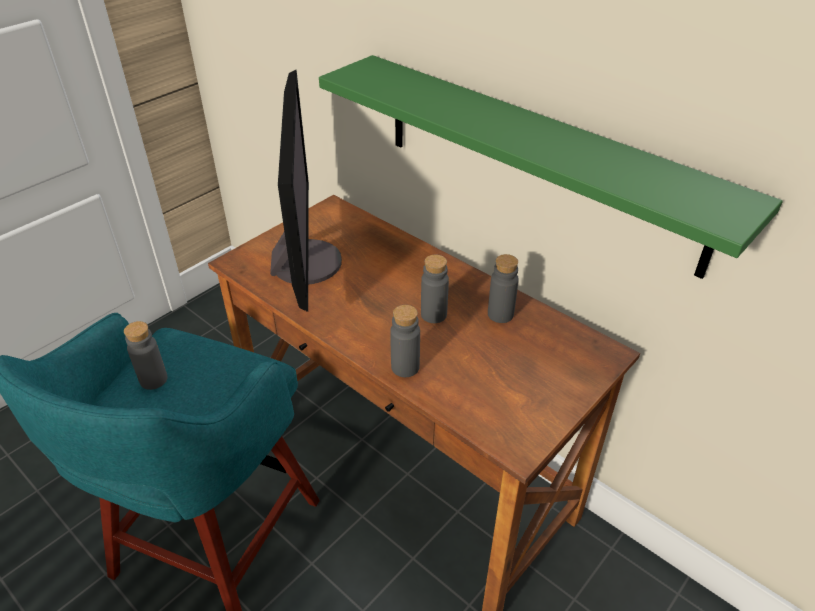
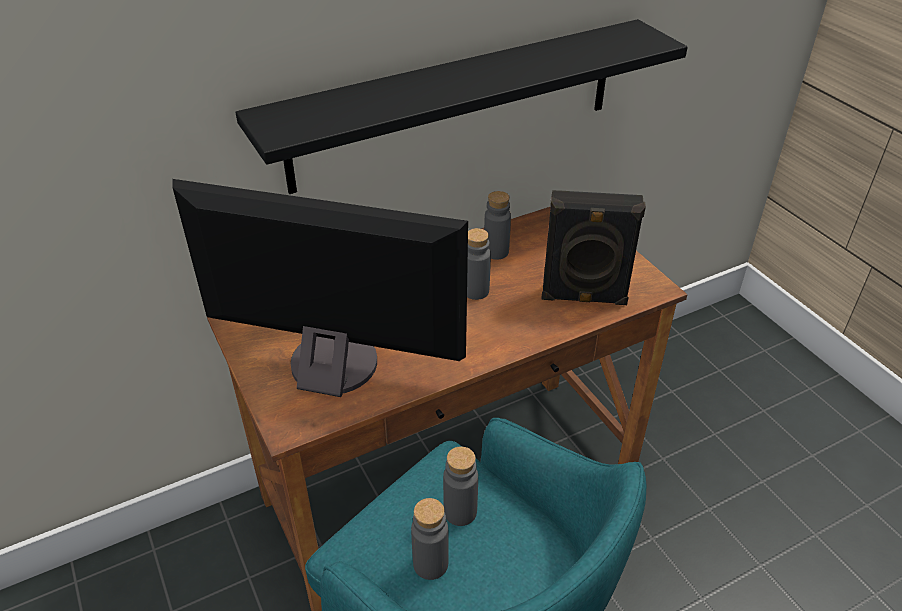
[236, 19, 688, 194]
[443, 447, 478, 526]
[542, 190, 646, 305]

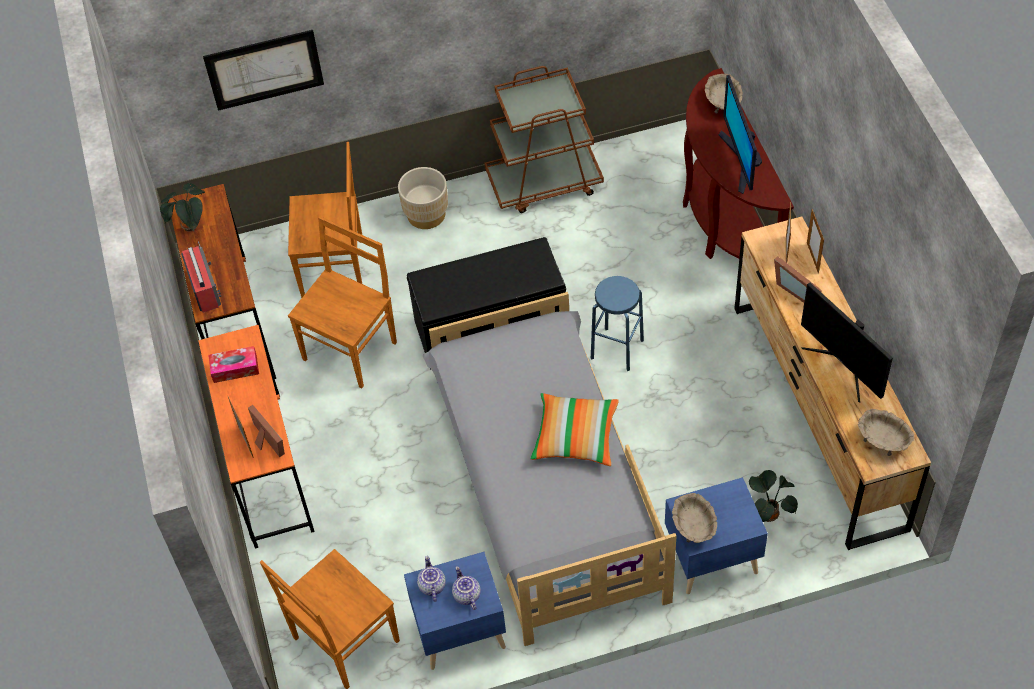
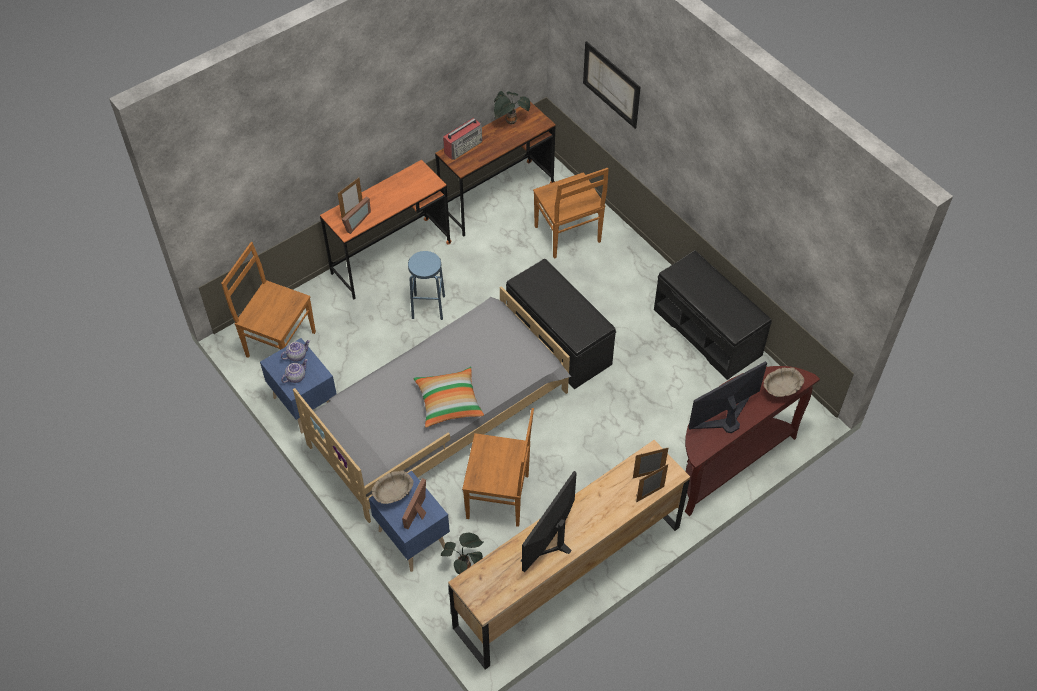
[654, 250, 772, 380]
[398, 167, 448, 229] (first image)
[462, 408, 534, 527]
[402, 478, 427, 529]
[408, 251, 445, 320]
[208, 346, 259, 383] (first image)
[858, 409, 915, 456] (first image)

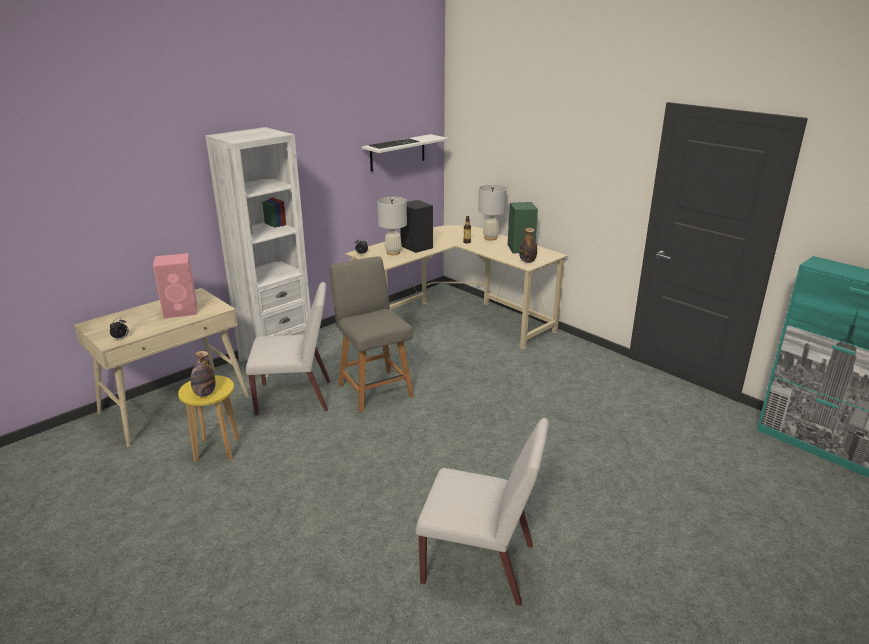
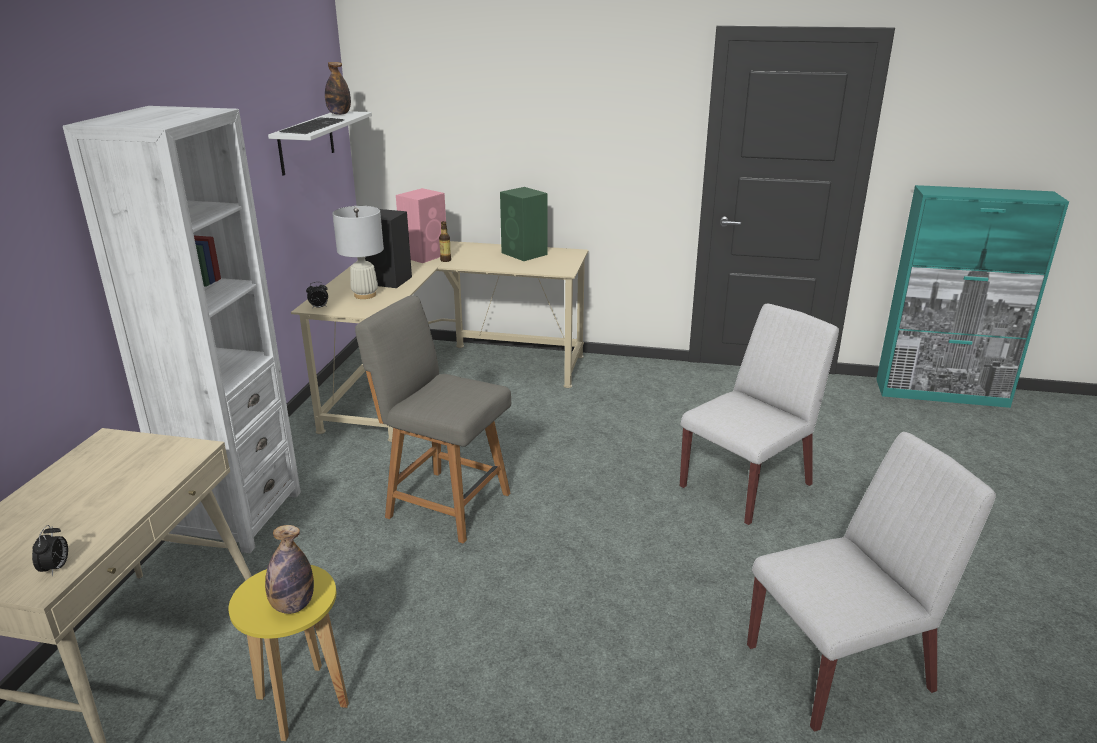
[478, 185, 507, 241] (first image)
[325, 62, 351, 115]
[396, 188, 446, 263]
[680, 304, 839, 525]

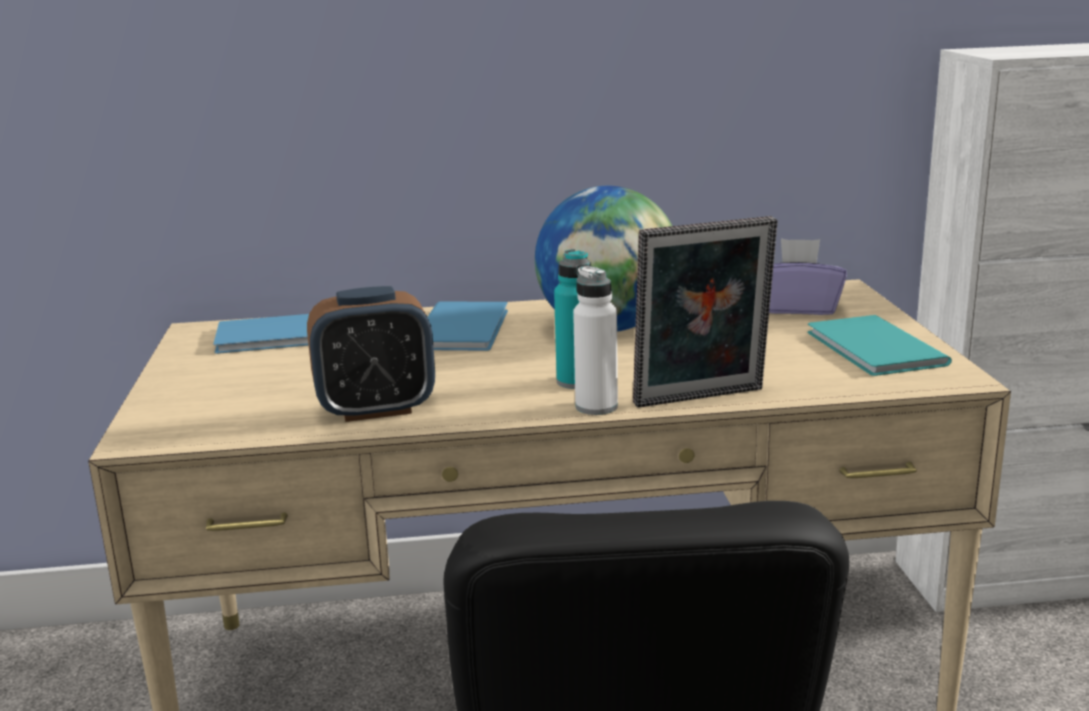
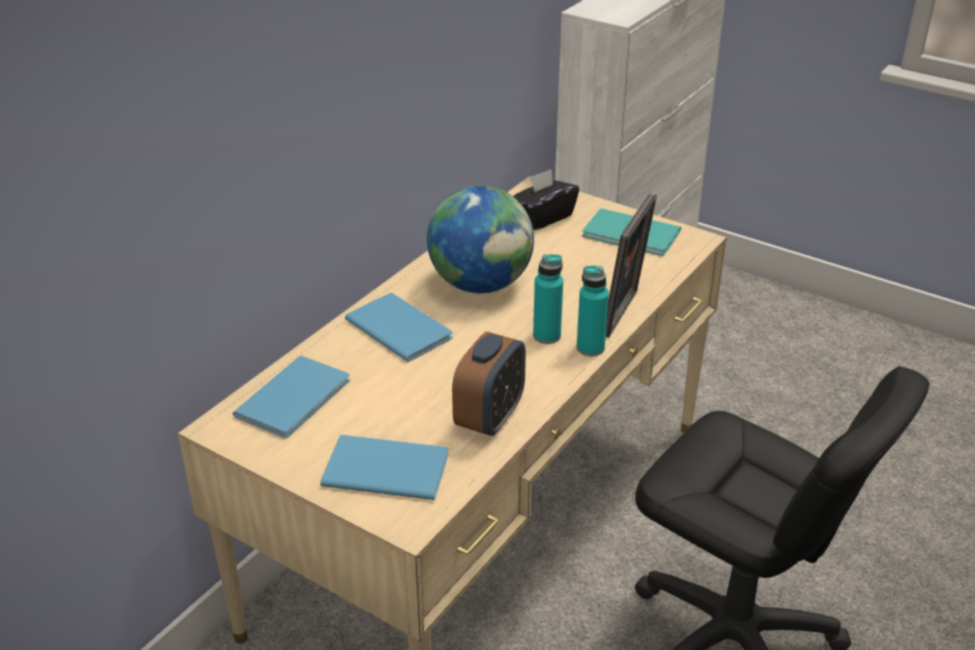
[513, 169, 579, 230]
[577, 266, 609, 356]
[320, 435, 449, 500]

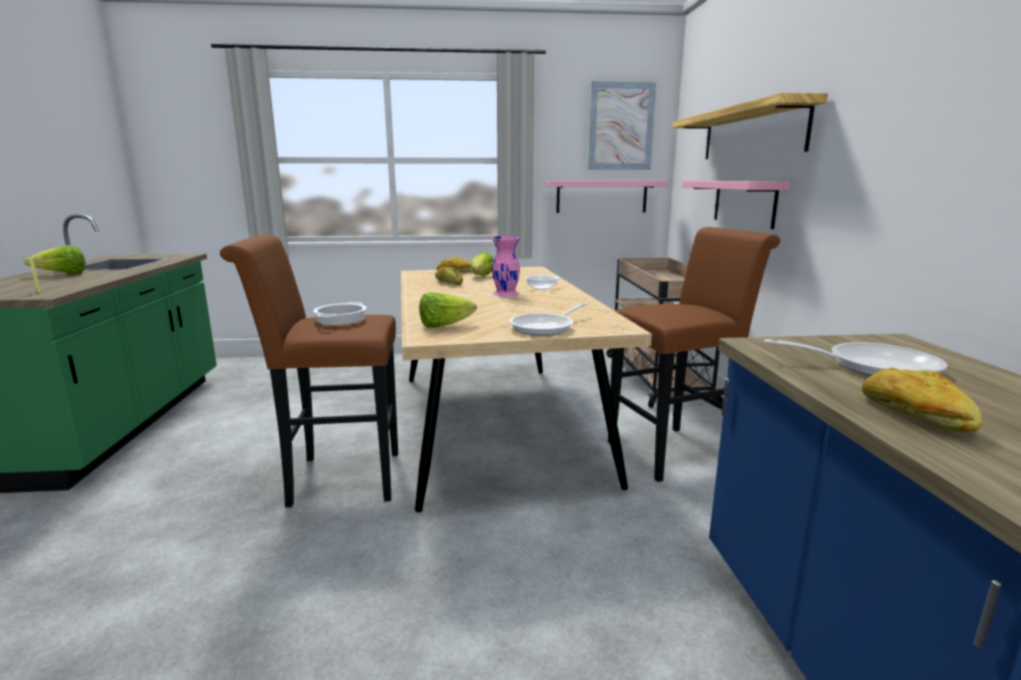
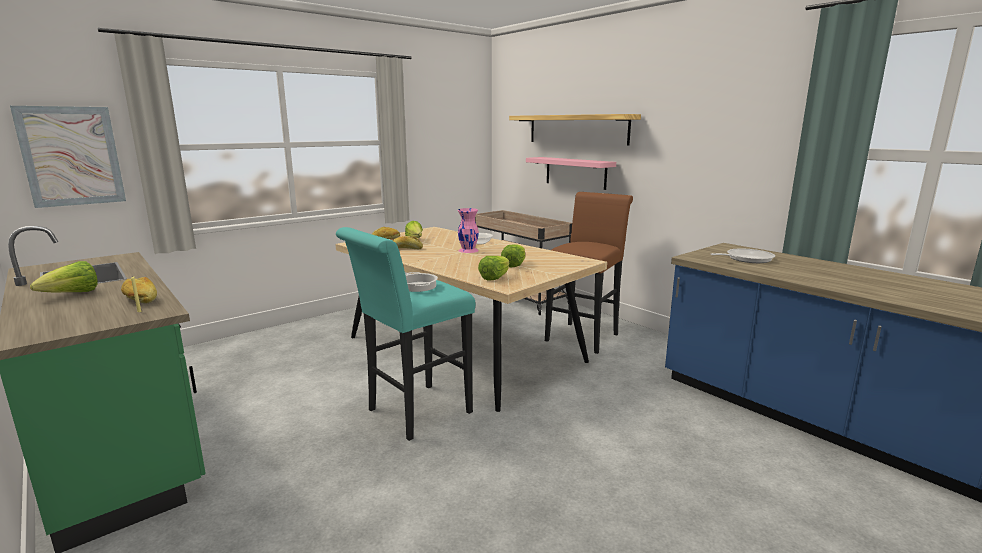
[10, 106, 126, 208]
[545, 181, 668, 213] (first image)
[336, 227, 475, 441]
[510, 302, 589, 336] (first image)
[121, 277, 157, 303]
[501, 244, 525, 268]

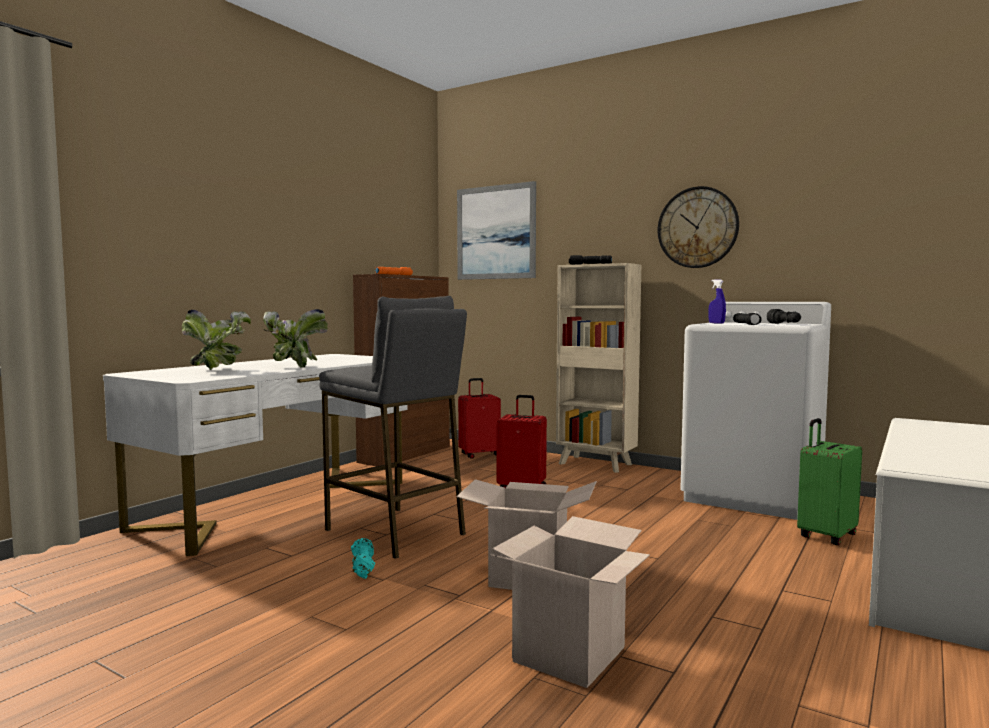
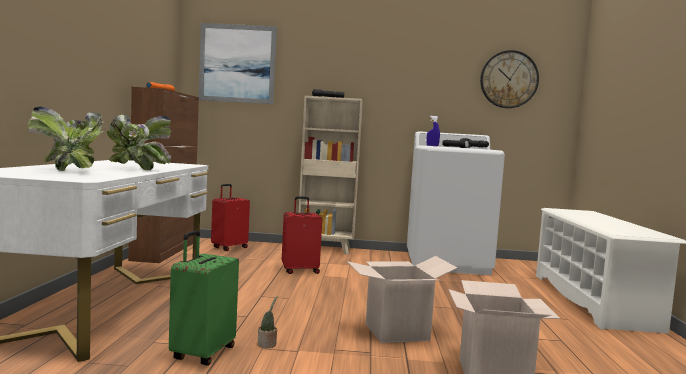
[480, 50, 539, 108]
[319, 296, 467, 559] (first image)
[169, 230, 239, 365]
[258, 296, 278, 348]

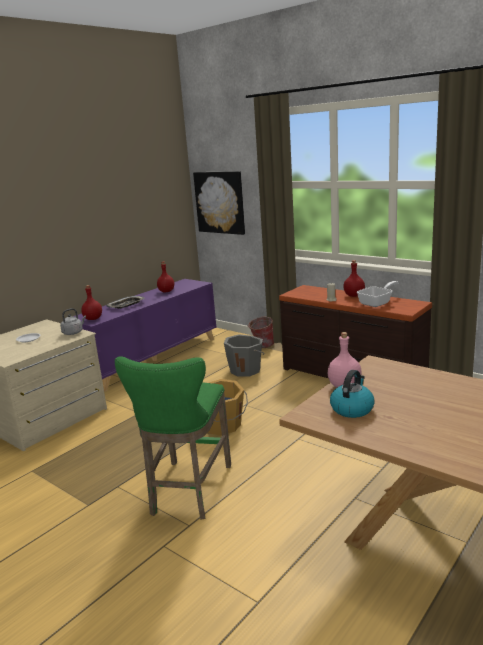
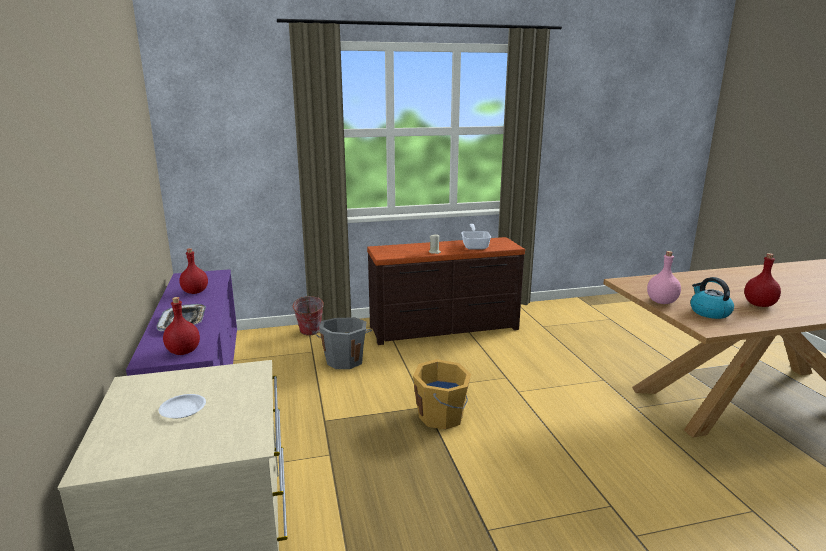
[193, 171, 245, 235] (first image)
[744, 253, 781, 307]
[60, 308, 86, 335] (first image)
[115, 356, 231, 520] (first image)

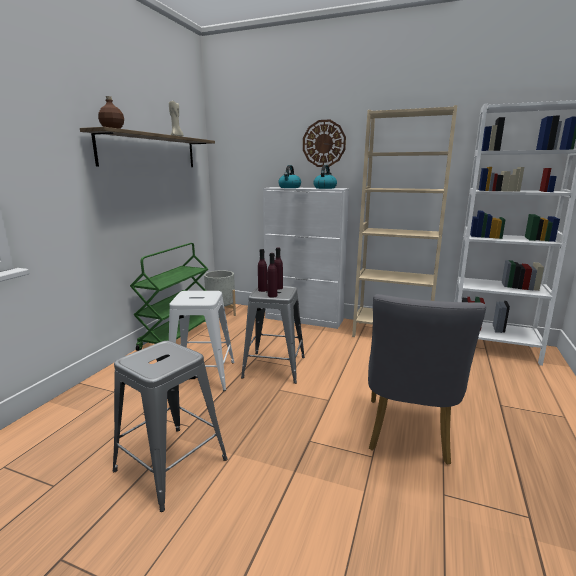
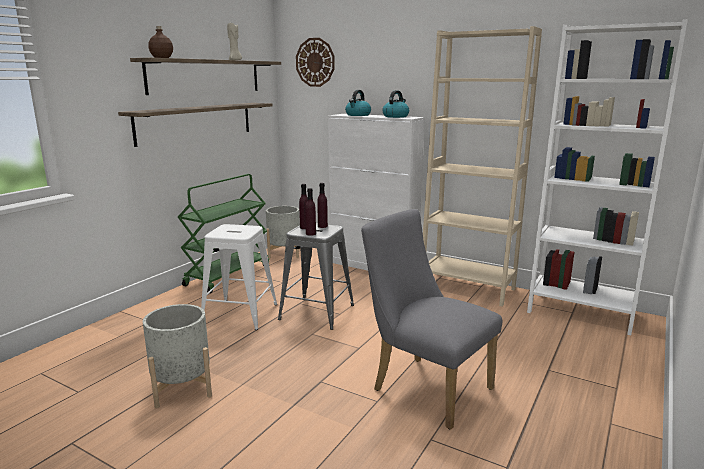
[296, 38, 335, 87]
[361, 209, 502, 430]
[143, 304, 212, 408]
[118, 103, 273, 147]

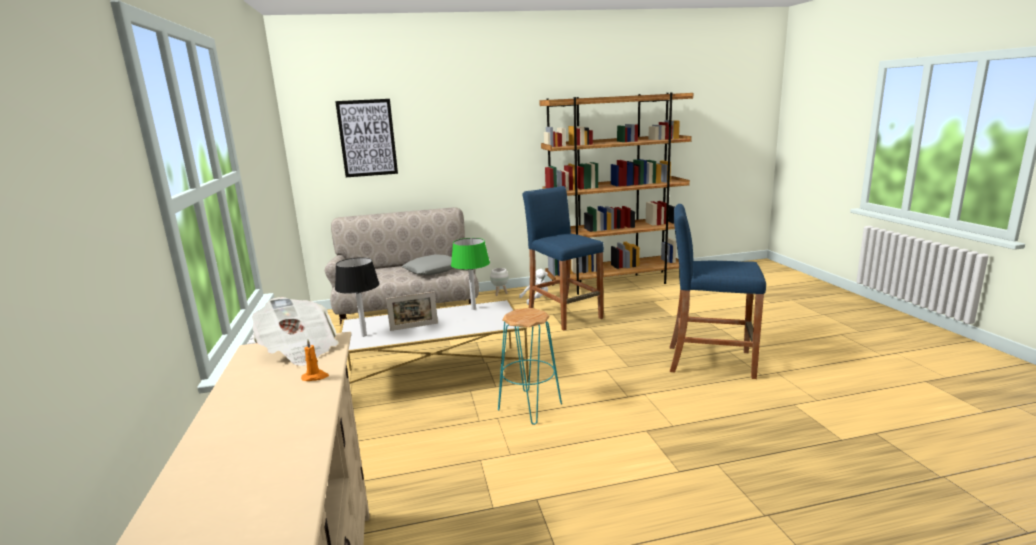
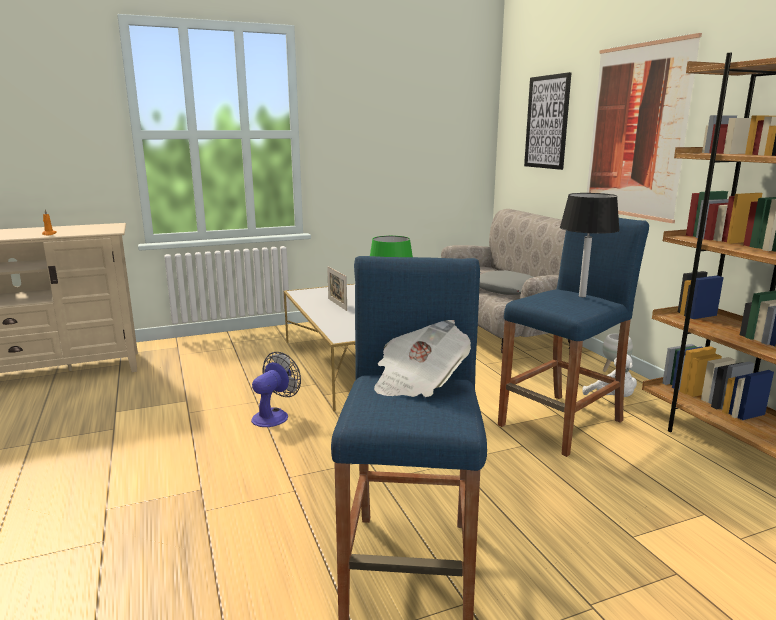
[560, 193, 620, 297]
[374, 320, 471, 397]
[251, 352, 301, 427]
[587, 33, 702, 223]

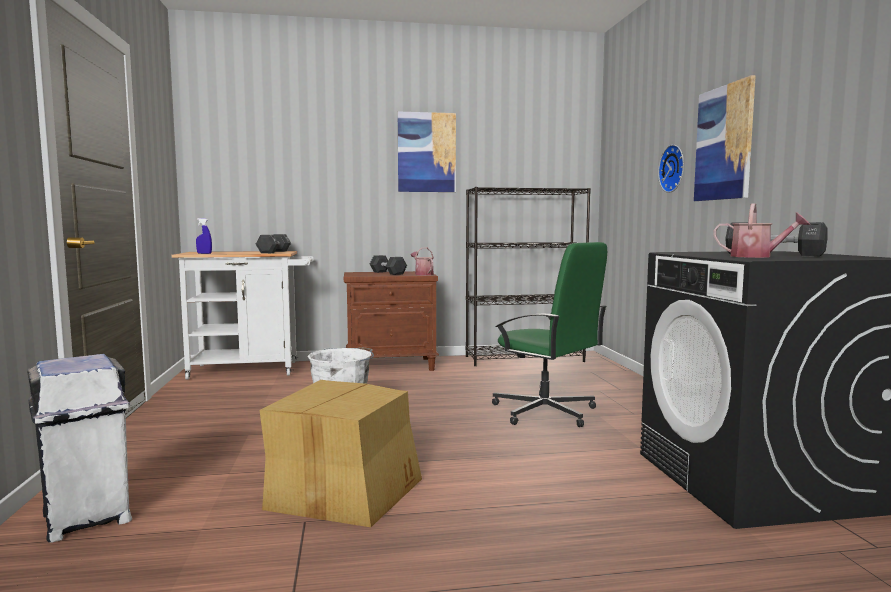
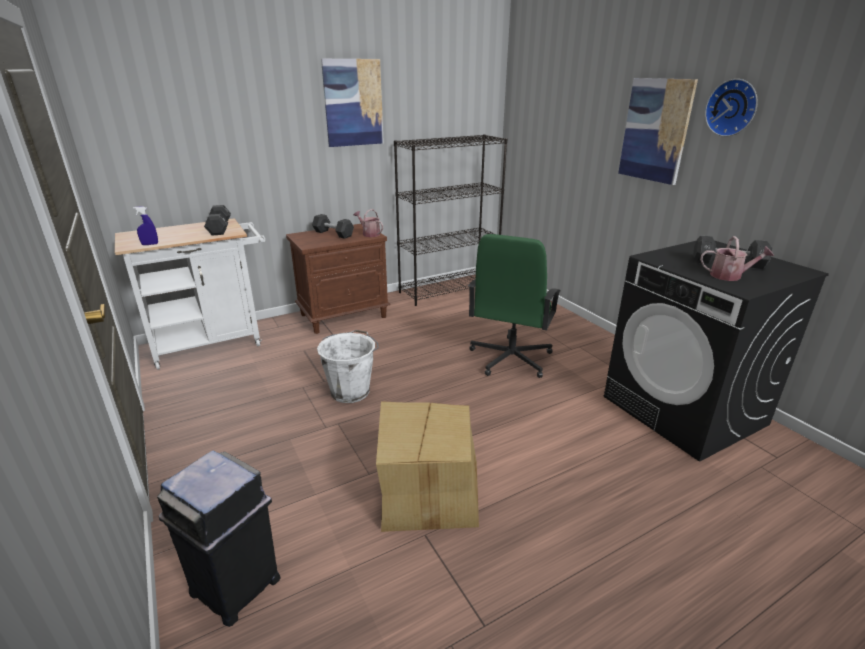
[705, 79, 758, 137]
[468, 234, 561, 378]
[157, 450, 280, 627]

